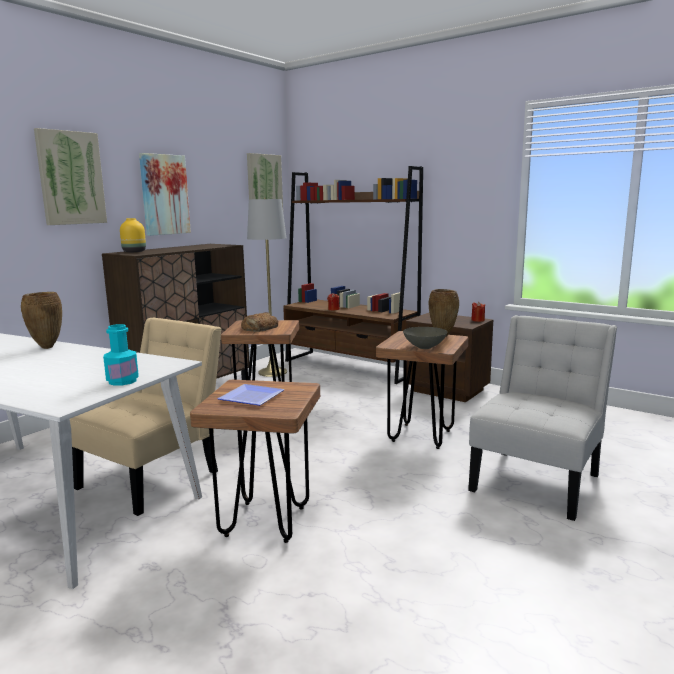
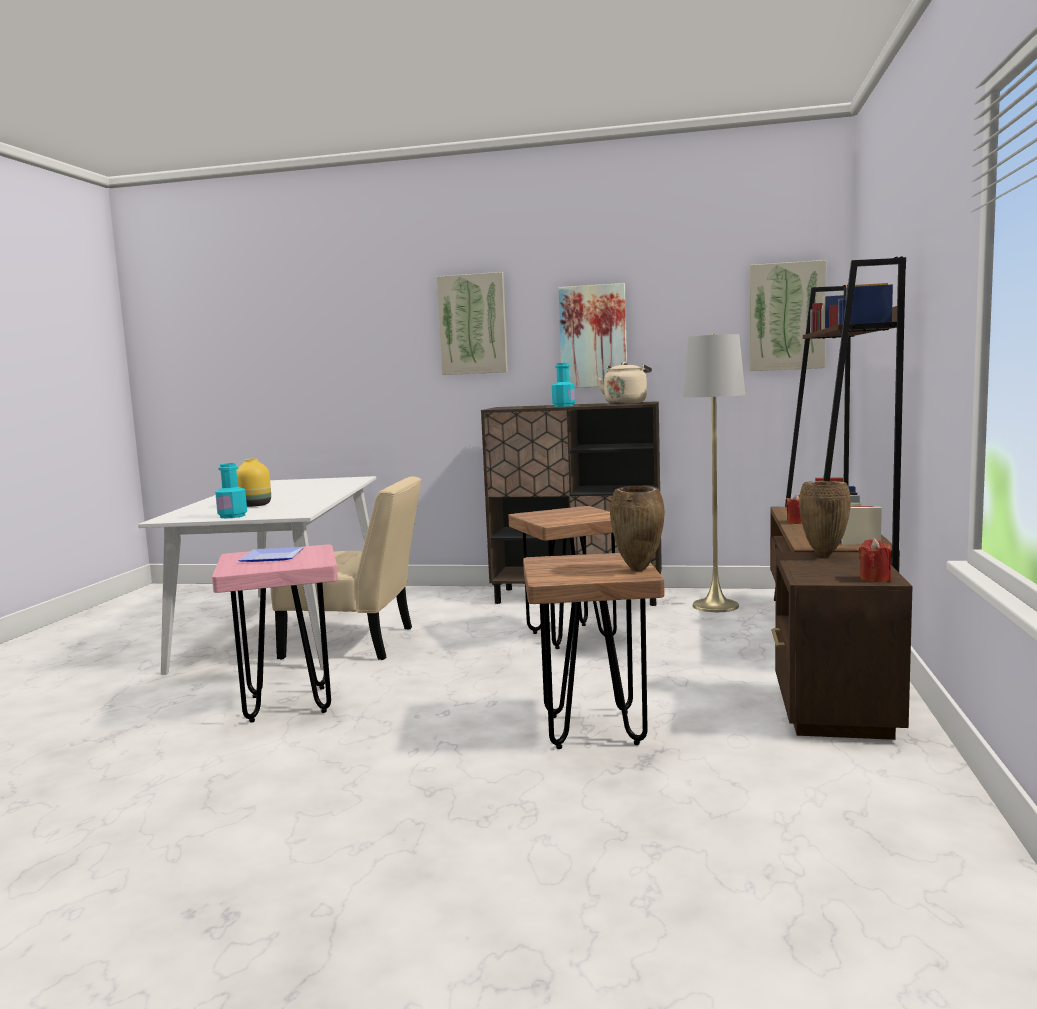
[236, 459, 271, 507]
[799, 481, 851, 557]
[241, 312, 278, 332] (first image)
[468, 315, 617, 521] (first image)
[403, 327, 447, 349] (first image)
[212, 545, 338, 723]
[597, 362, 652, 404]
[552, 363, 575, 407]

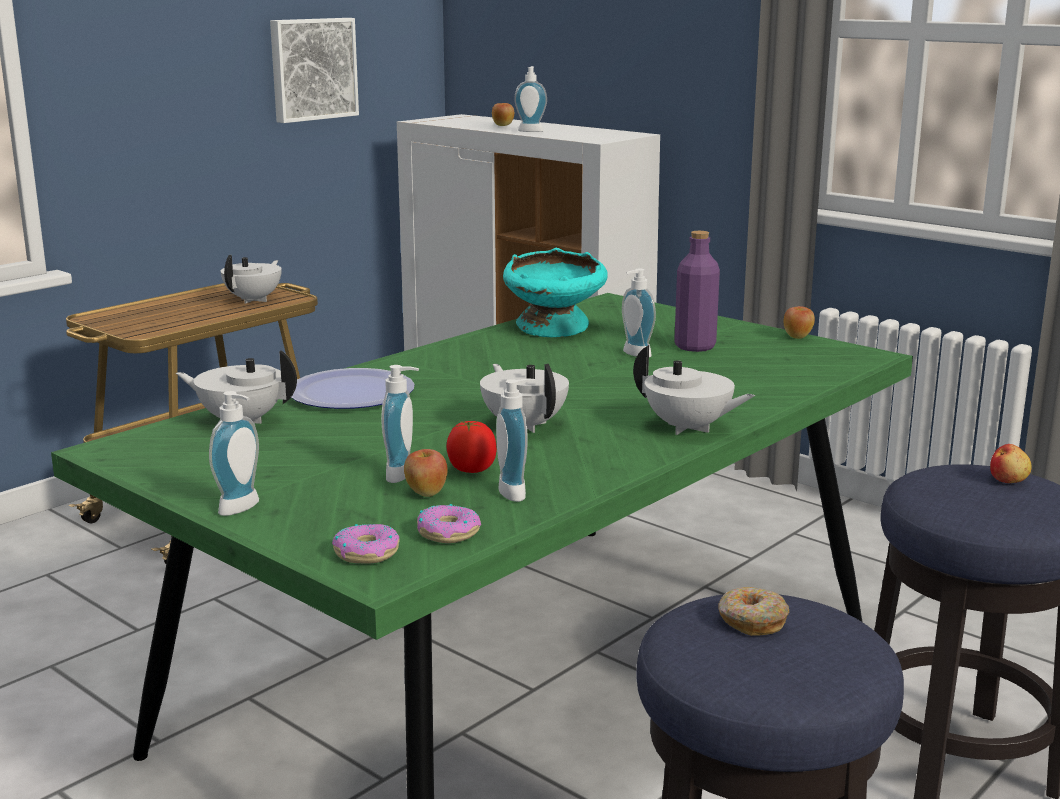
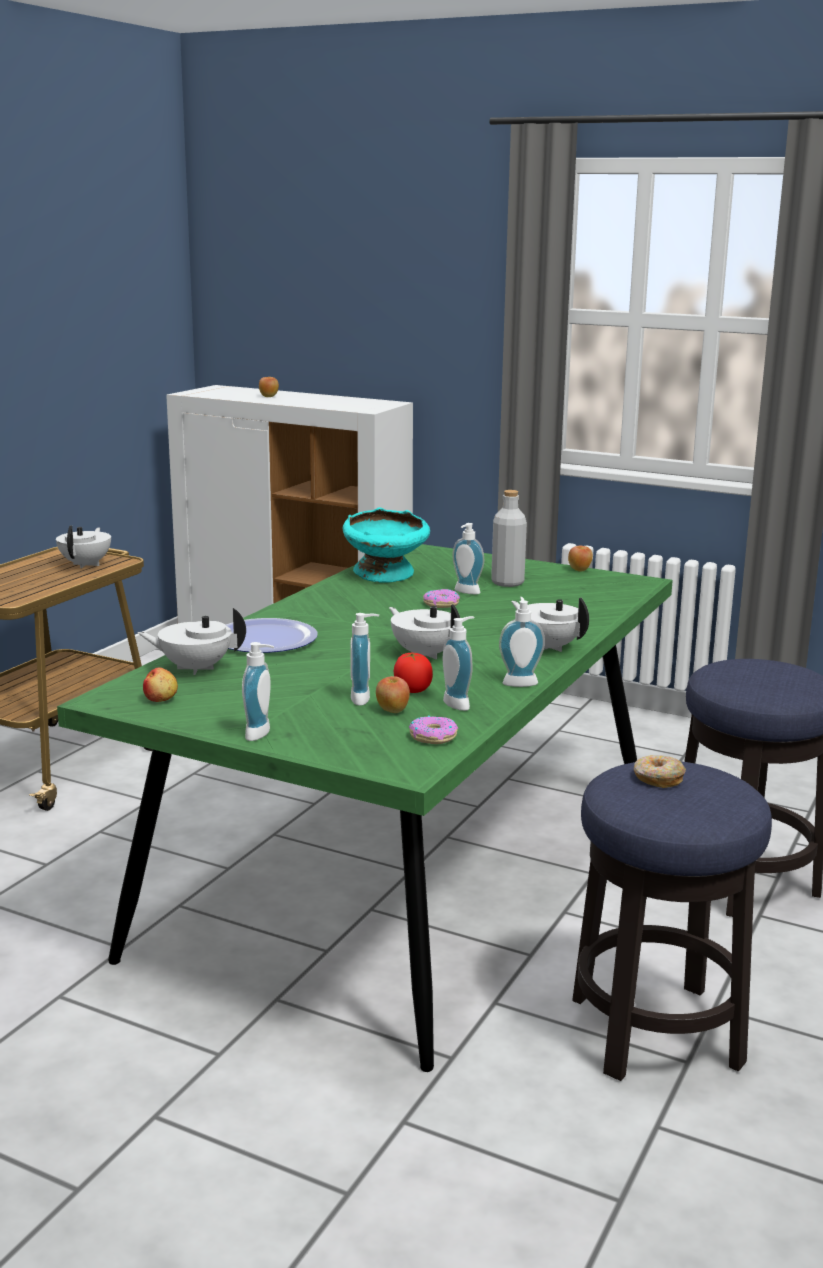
[270, 18, 359, 123] (first image)
[499, 597, 545, 687]
[491, 490, 527, 587]
[511, 598, 589, 652]
[143, 667, 178, 702]
[423, 589, 460, 608]

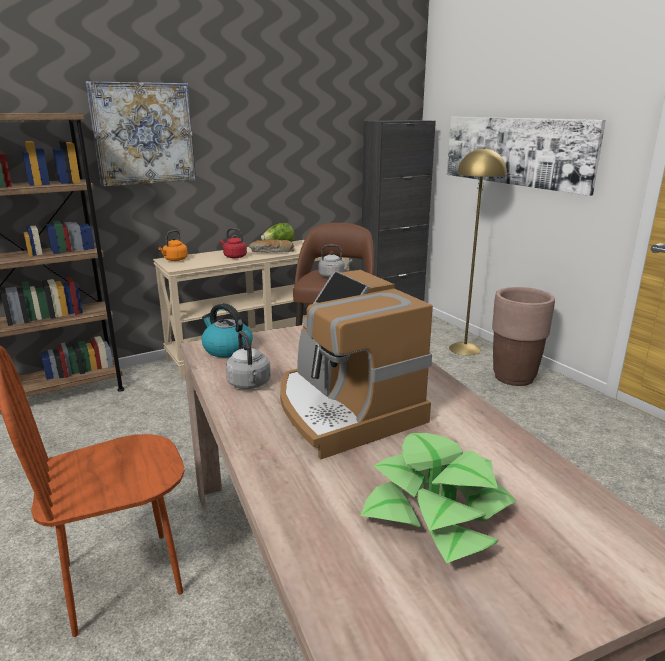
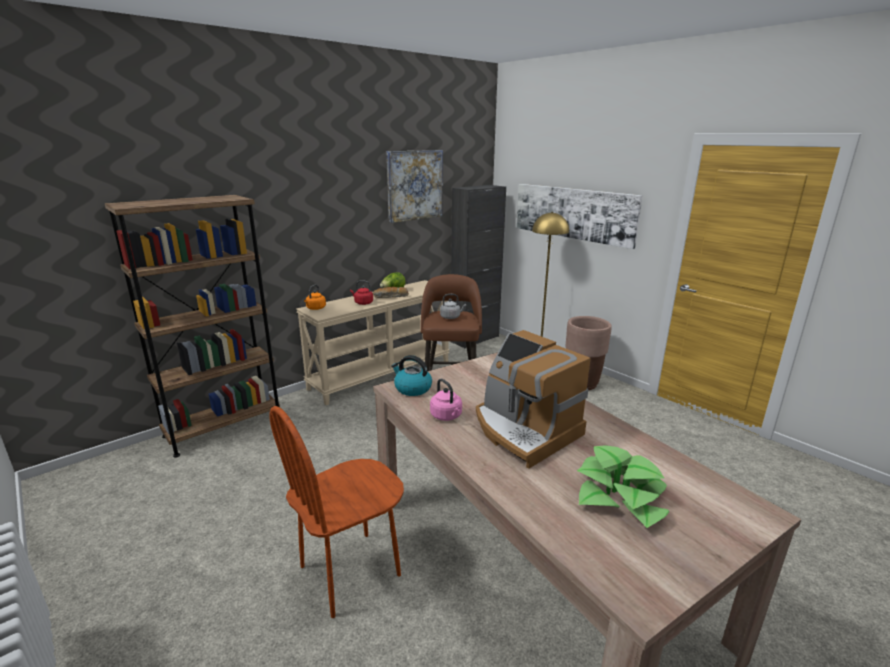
[386, 150, 443, 223]
[430, 379, 462, 421]

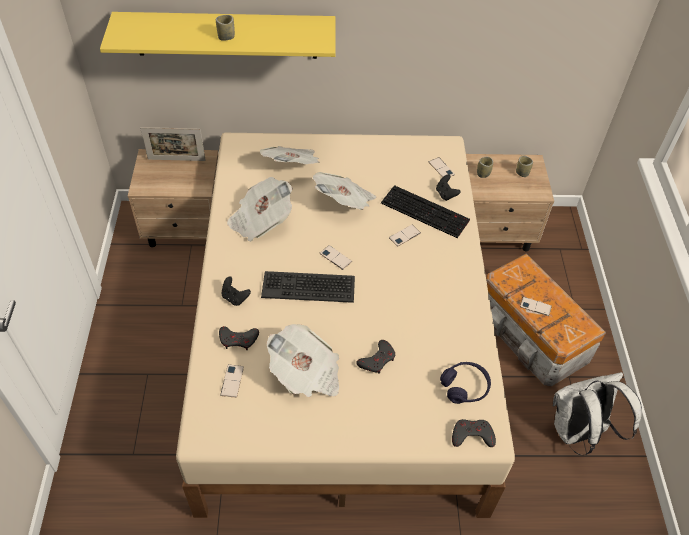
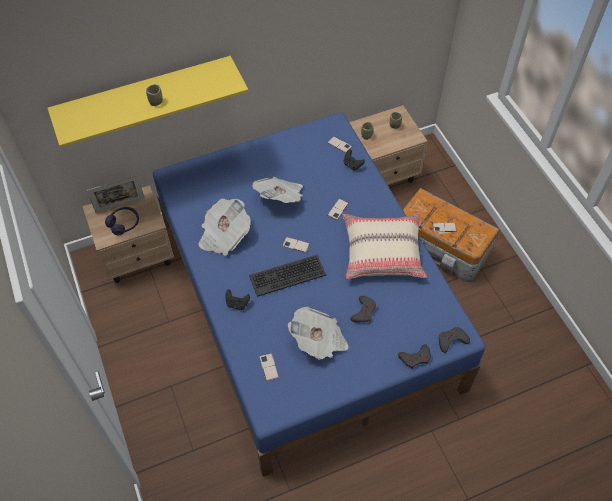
[153, 112, 485, 477]
[260, 146, 319, 164] (first image)
[381, 185, 470, 238] (first image)
[398, 344, 431, 369]
[105, 207, 139, 236]
[552, 372, 642, 455] (first image)
[343, 213, 427, 279]

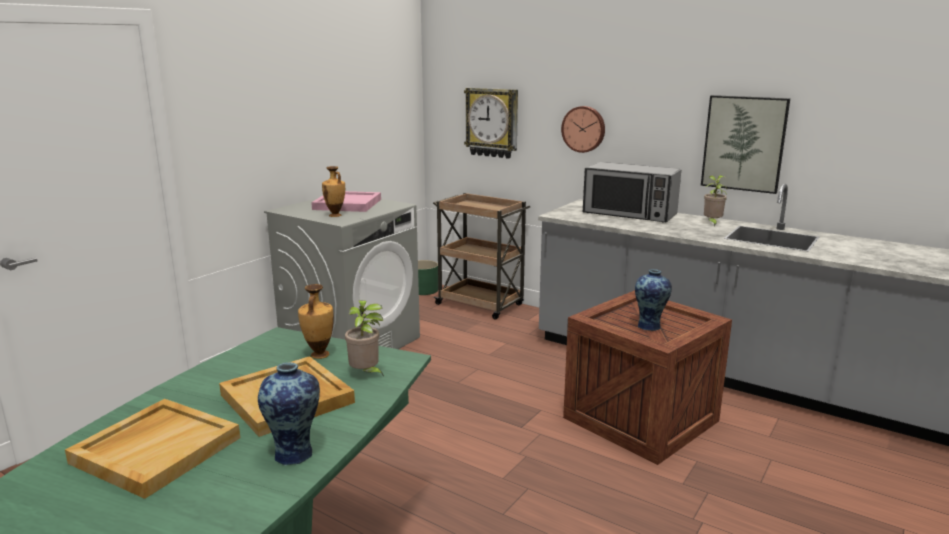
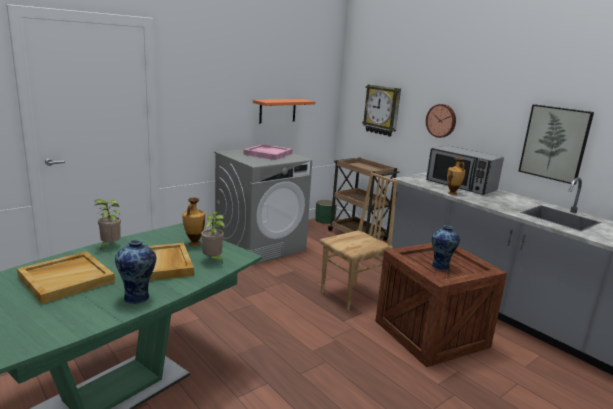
[447, 157, 466, 195]
[94, 199, 121, 250]
[253, 99, 315, 123]
[320, 172, 397, 311]

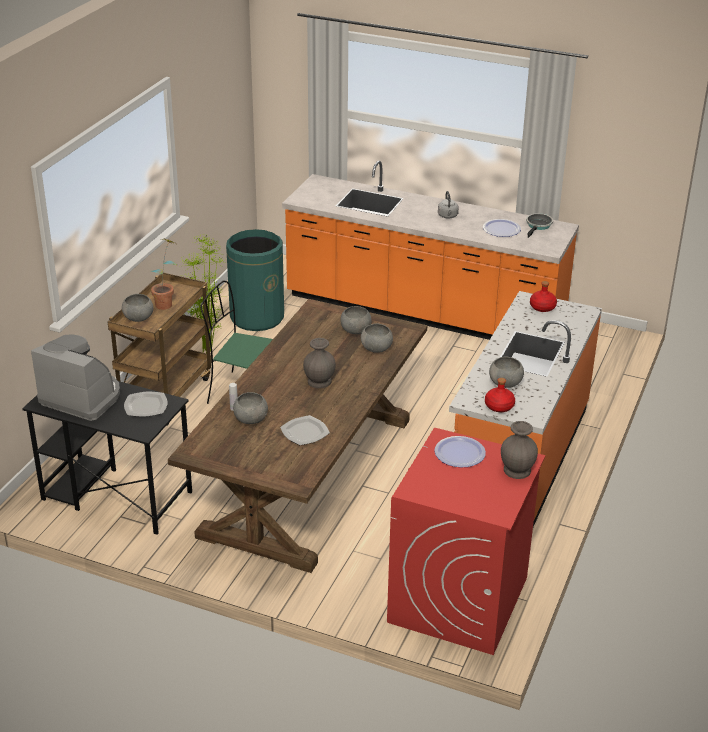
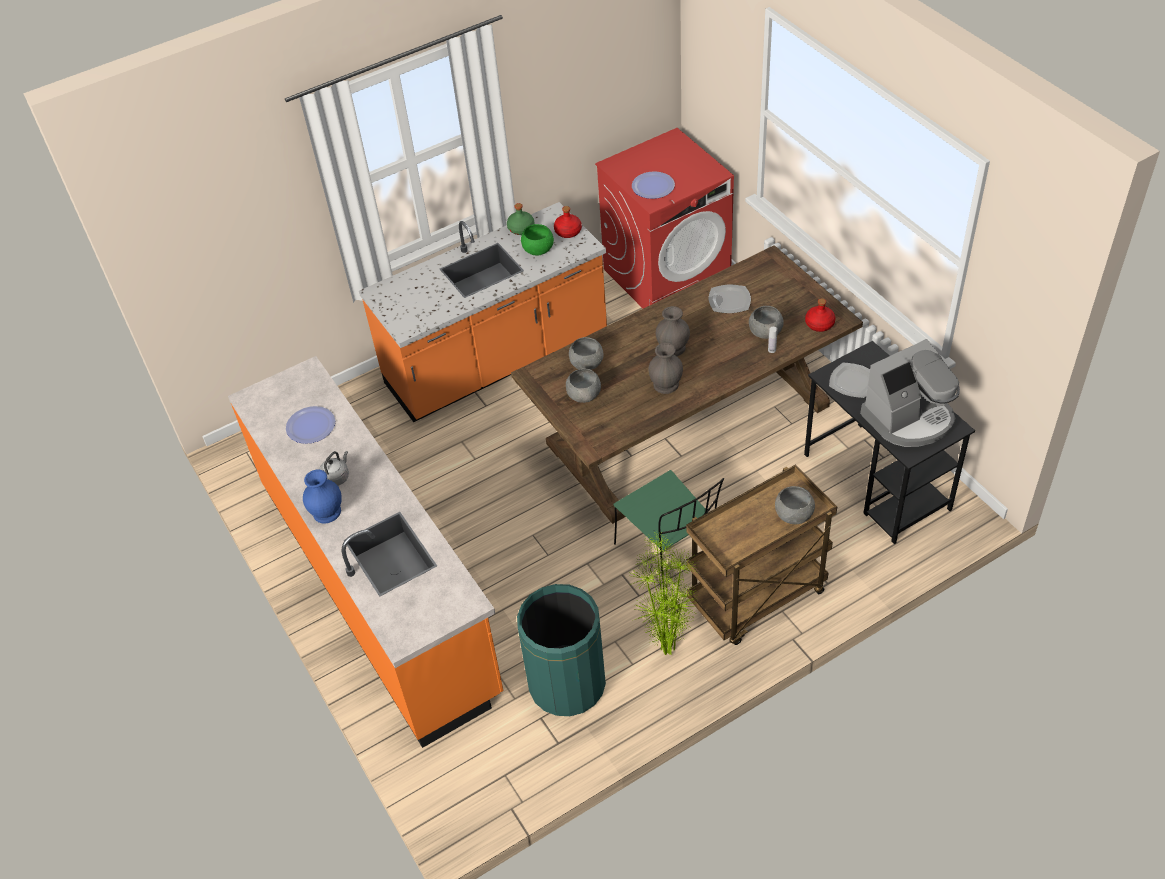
[526, 213, 553, 238] (first image)
[151, 238, 177, 310] (first image)
[805, 299, 835, 332]
[860, 339, 960, 447]
[521, 224, 554, 256]
[649, 343, 683, 394]
[507, 203, 534, 235]
[303, 469, 342, 523]

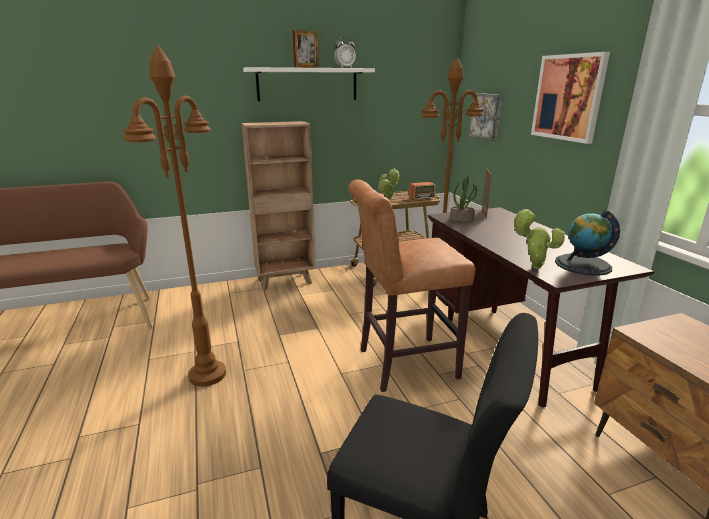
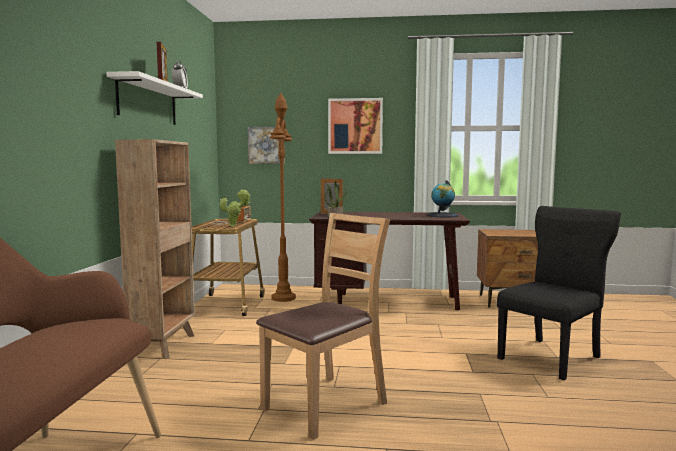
[256, 213, 390, 440]
[348, 179, 476, 392] (first image)
[514, 209, 565, 269] (first image)

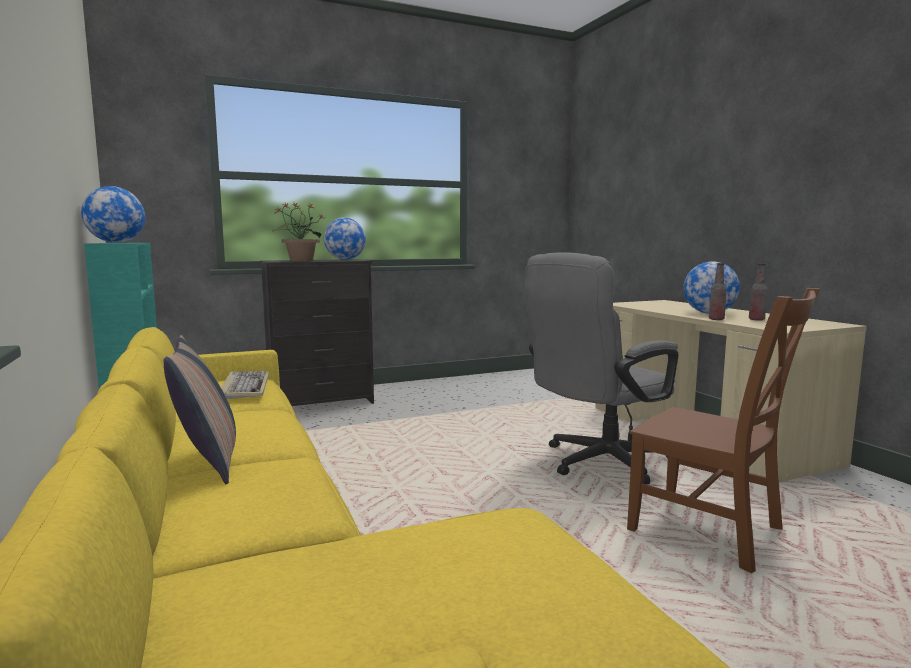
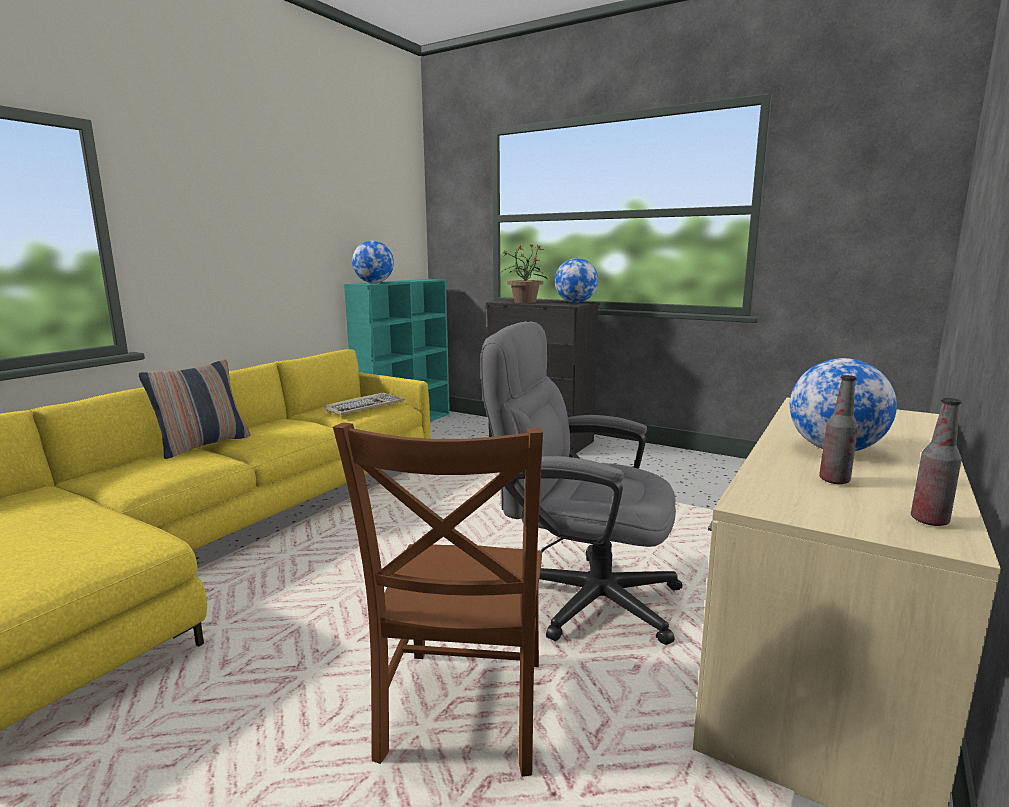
[911, 398, 962, 526]

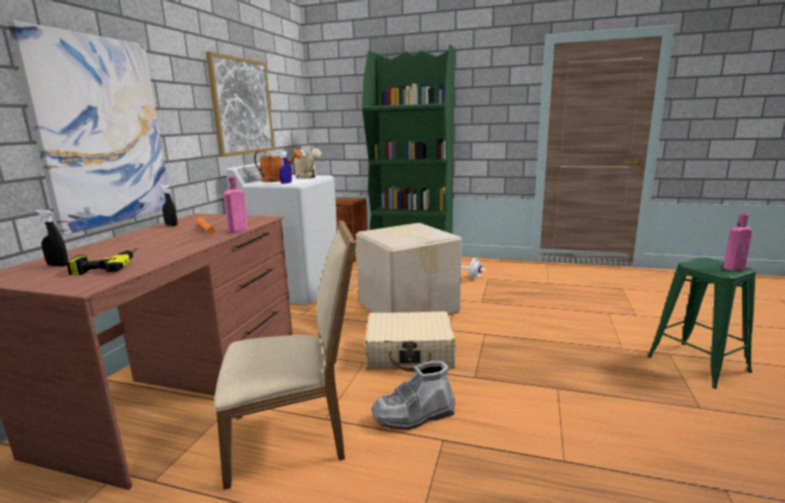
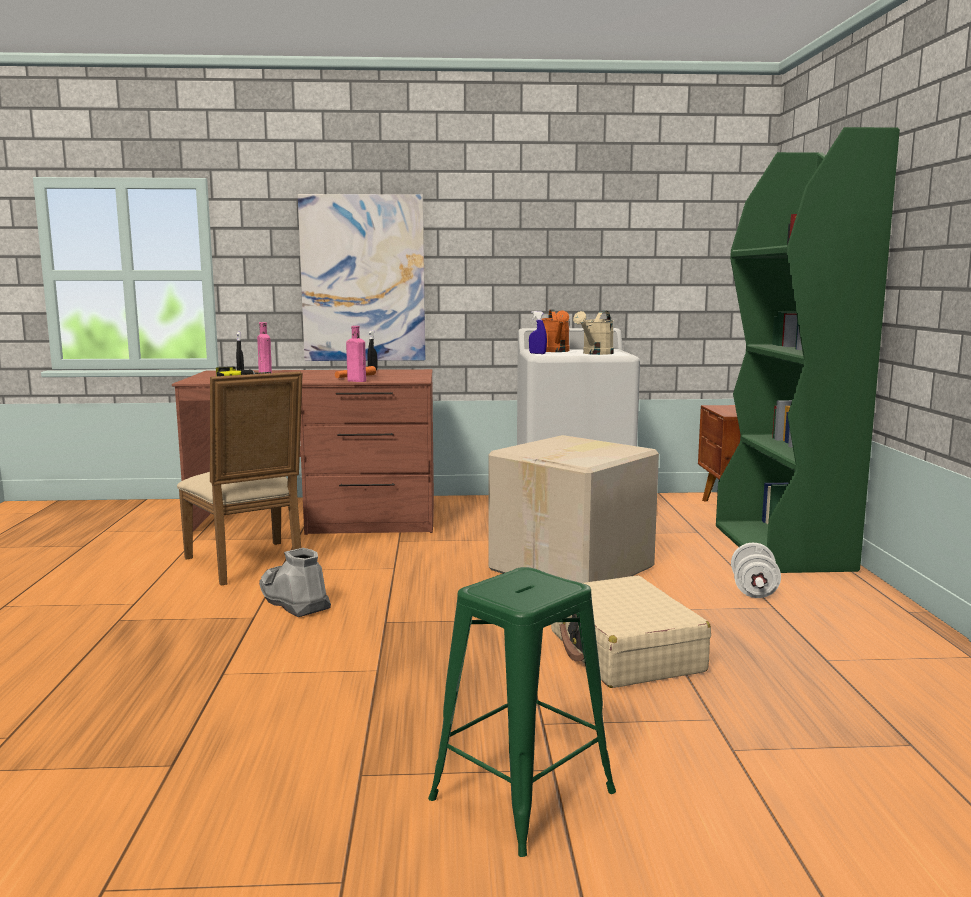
[206, 51, 275, 157] (first image)
[257, 322, 272, 374]
[551, 576, 711, 688]

